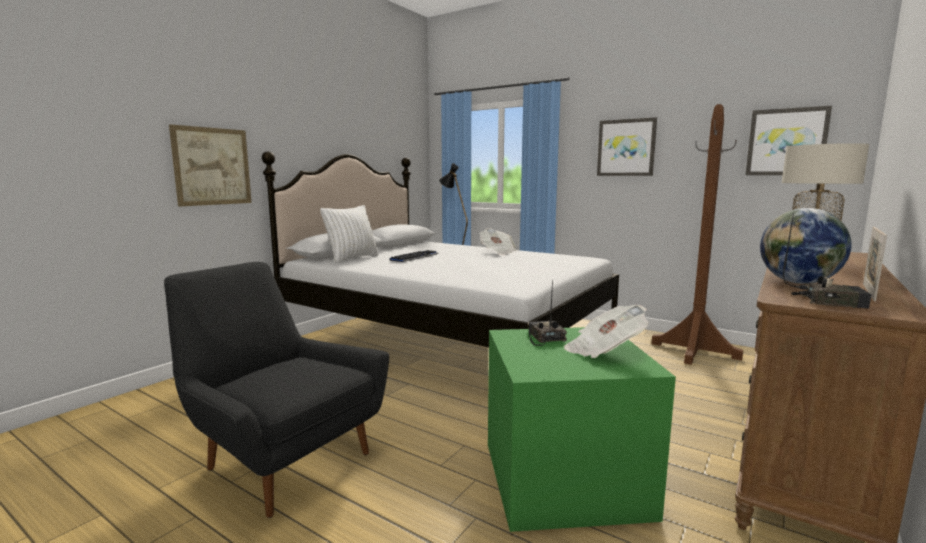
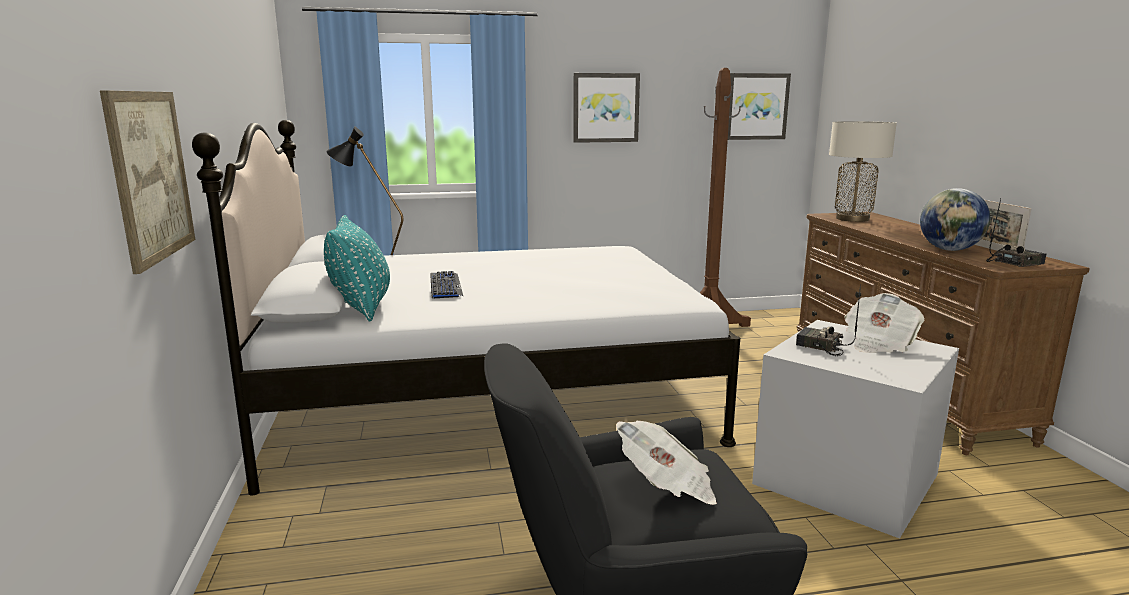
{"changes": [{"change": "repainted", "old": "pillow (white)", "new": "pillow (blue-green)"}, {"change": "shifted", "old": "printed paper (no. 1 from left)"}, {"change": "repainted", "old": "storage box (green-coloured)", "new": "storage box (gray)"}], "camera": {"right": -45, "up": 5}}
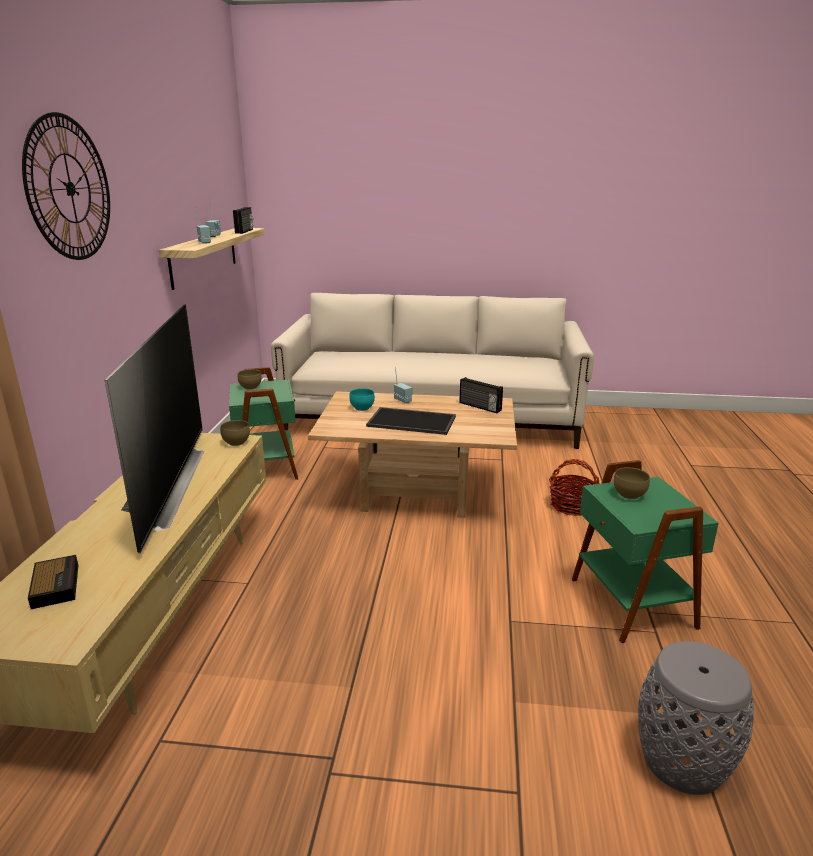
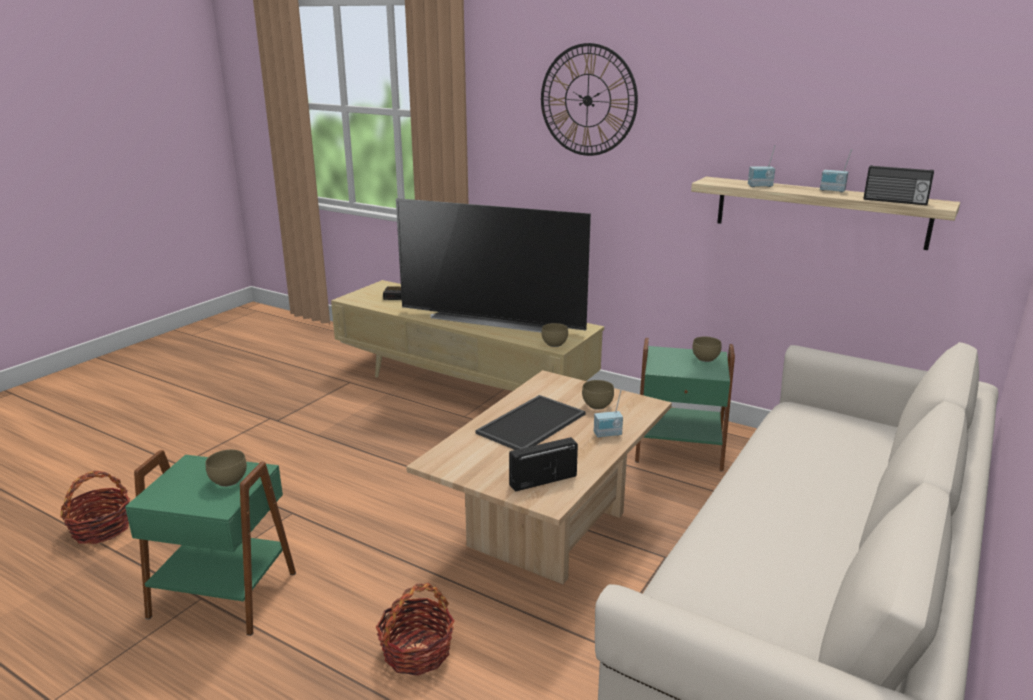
{"changes": [{"change": "swapped", "old": "stool (gray)", "new": "household basket (no. 1 from left)"}, {"change": "repainted", "old": "deep dish (blue-green)", "new": "deep dish (brownish) (no. 3 from left)"}], "camera": {"right": 115, "up": 0}}
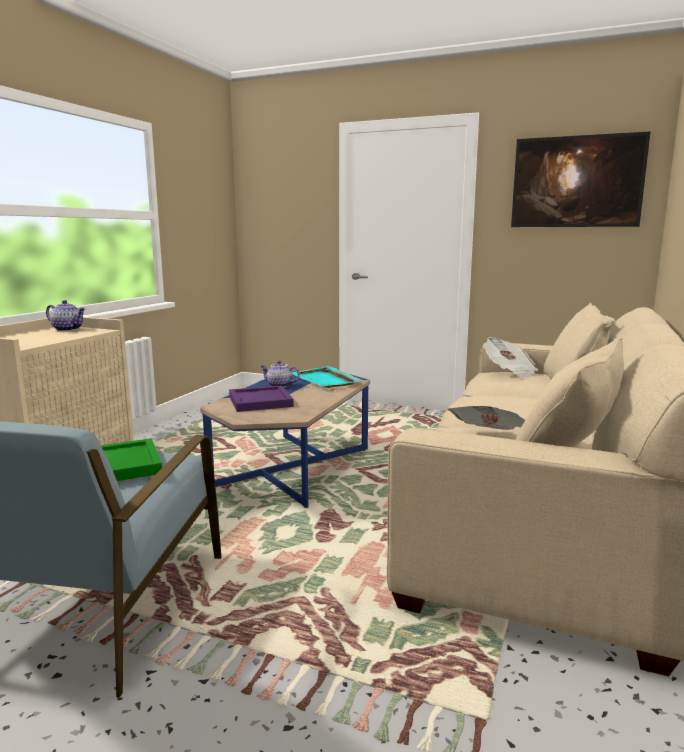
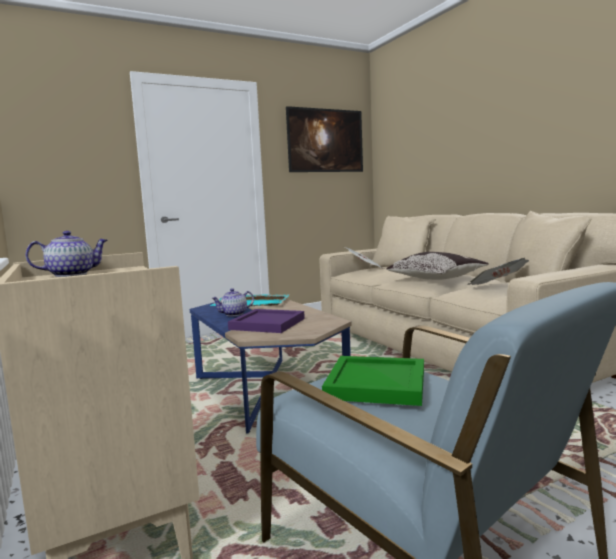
{"changes": [{"change": "new", "new": "pillow"}], "camera": {"right": -50, "up": -5}}
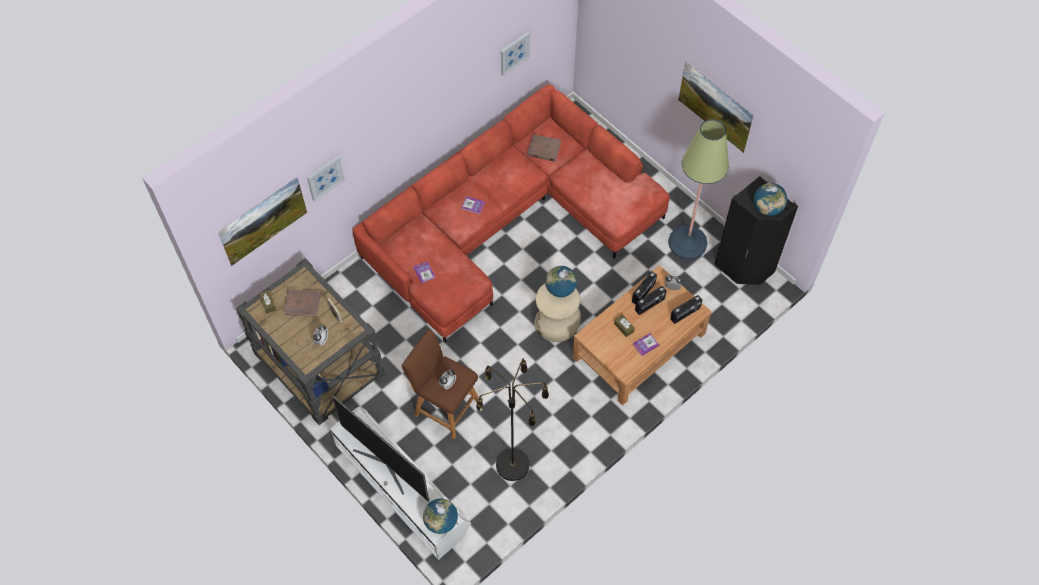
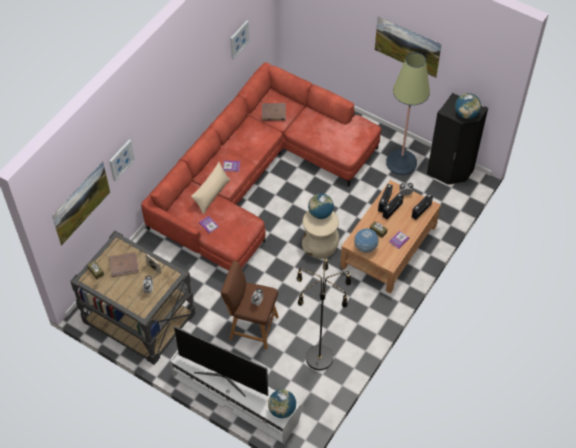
{"changes": [{"change": "new", "new": "pillow (beige-coloured)"}, {"change": "new", "new": "desk globe (no. 3 from left)"}], "camera": {"right": -15, "up": -5}}
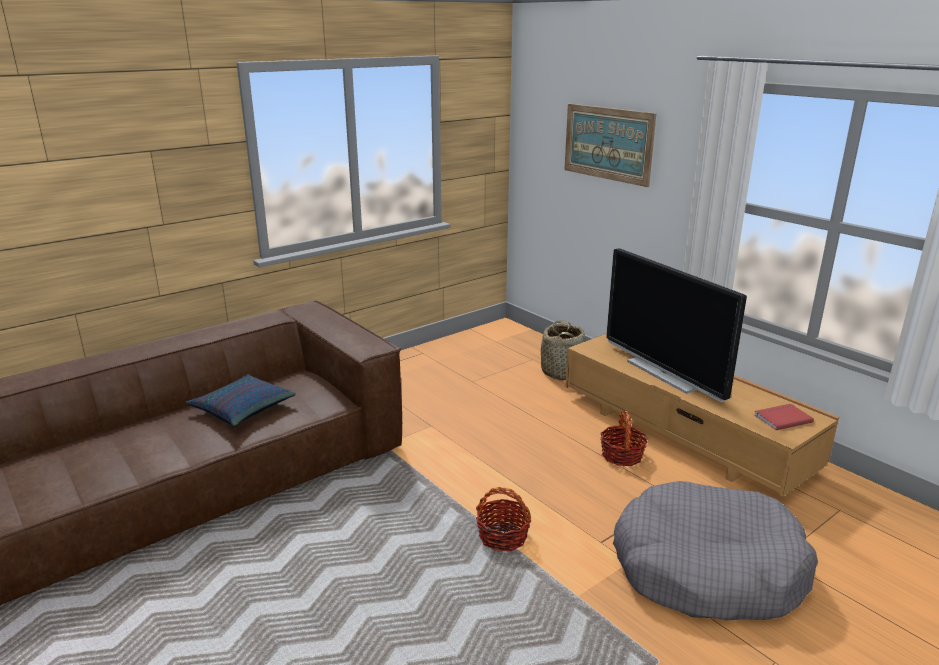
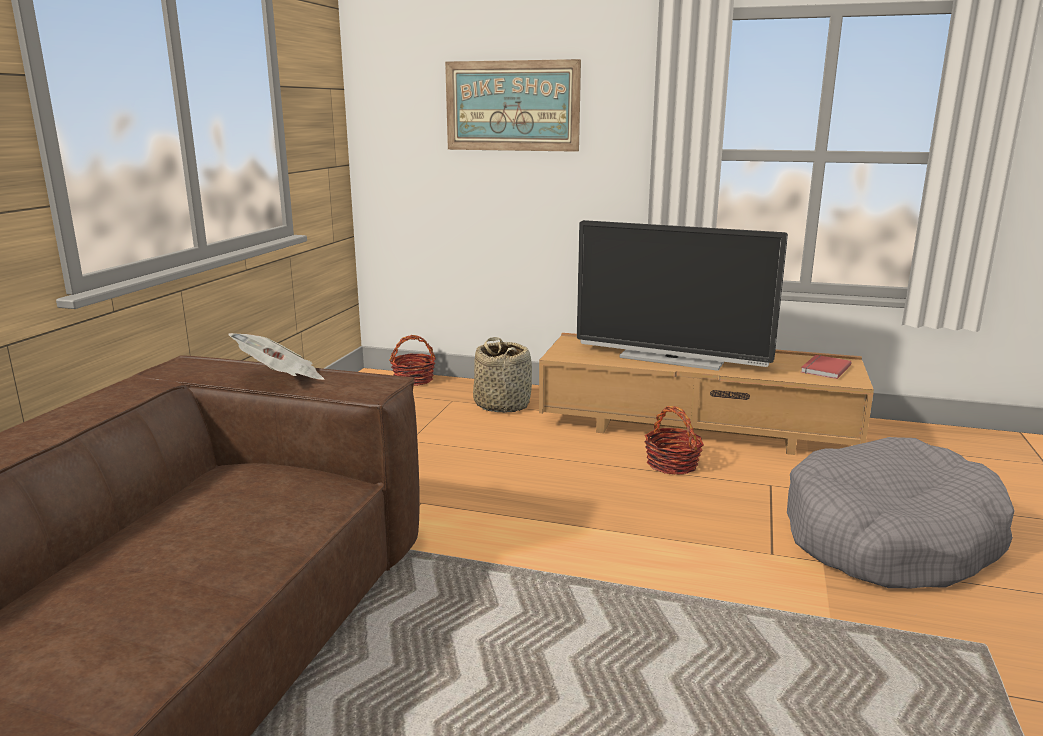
{"changes": [{"change": "new", "new": "printed paper"}, {"change": "shifted", "old": "household basket (no. 1 from left)"}, {"change": "gone", "old": "pillow (blue)"}], "camera": {"right": -35, "up": -5}}
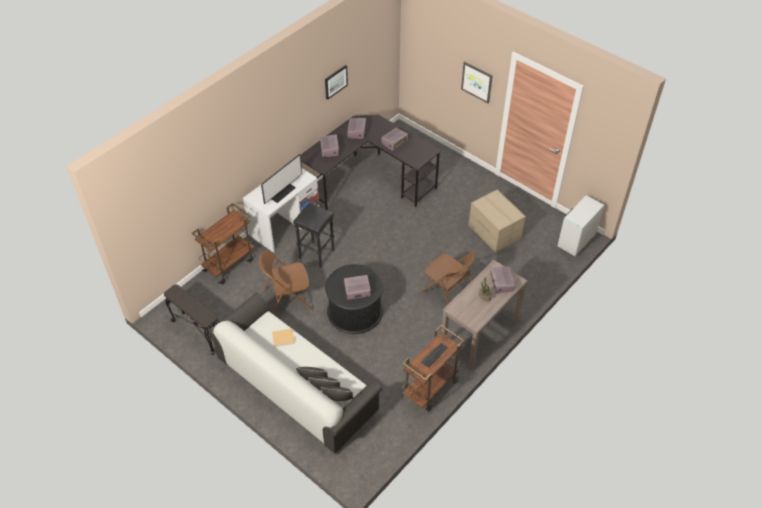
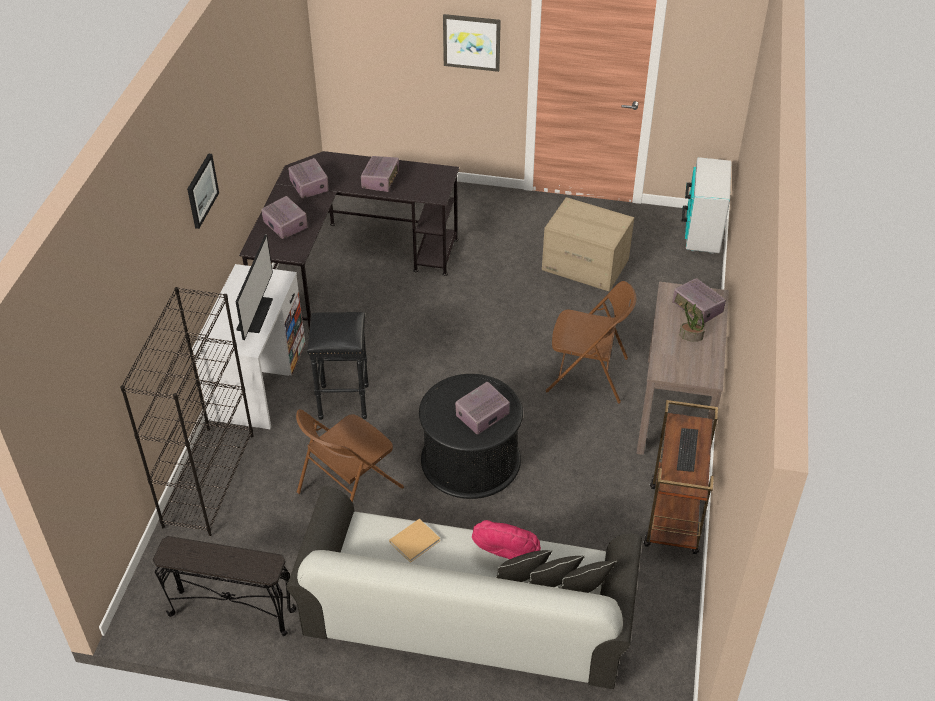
{"changes": [{"change": "swapped", "old": "cart (brownish) (no. 1 from left)", "new": "shelving unit (blackish)"}, {"change": "shifted", "old": "picture (no. 1 from left)"}, {"change": "new", "new": "pillow (pinkish)"}], "camera": {"right": -30, "up": -5}}
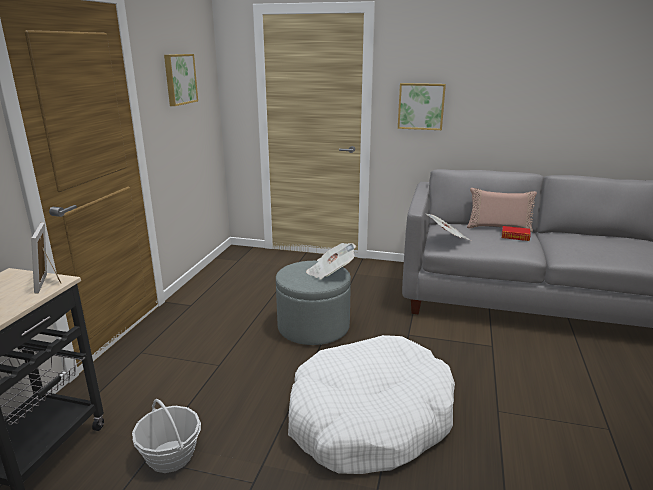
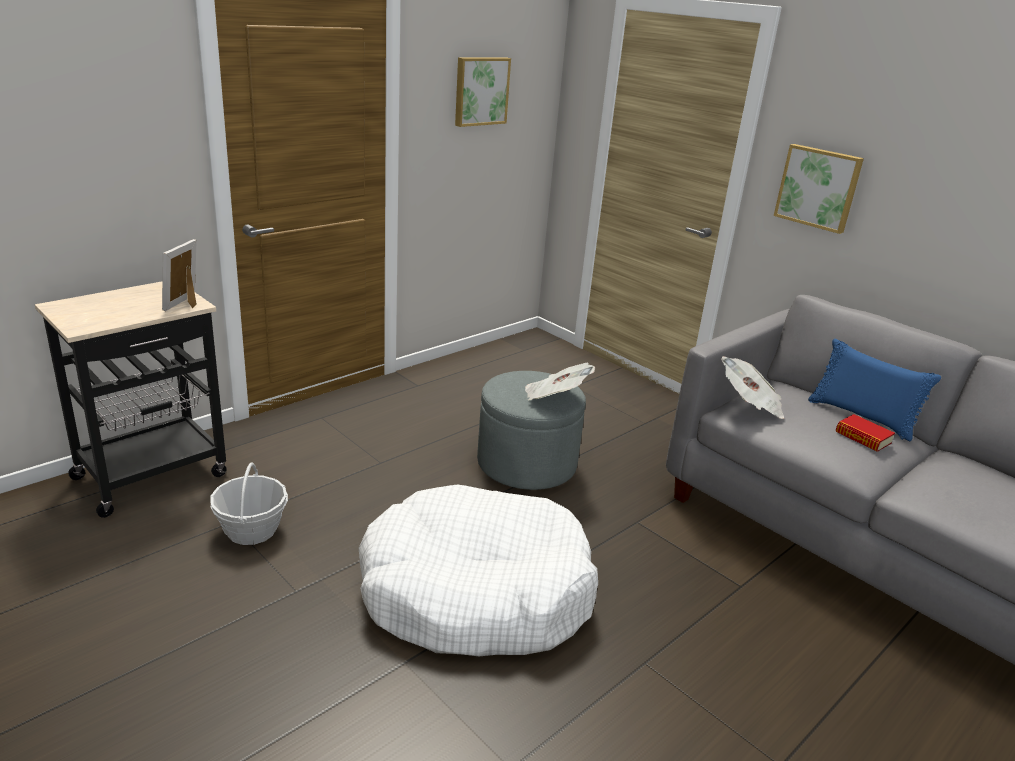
{"changes": [{"change": "repainted", "old": "pillow (beige-coloured)", "new": "pillow (blue)"}], "camera": {"right": 30, "up": 5}}
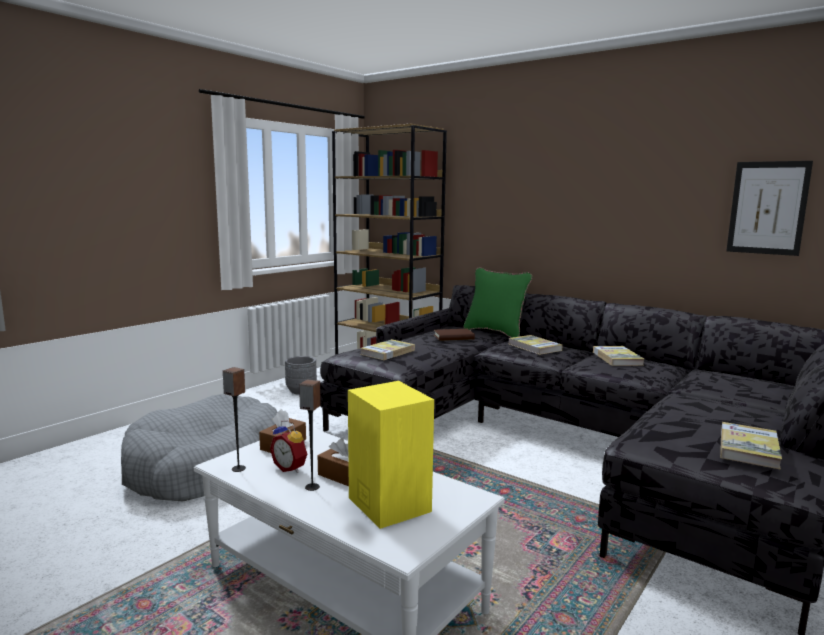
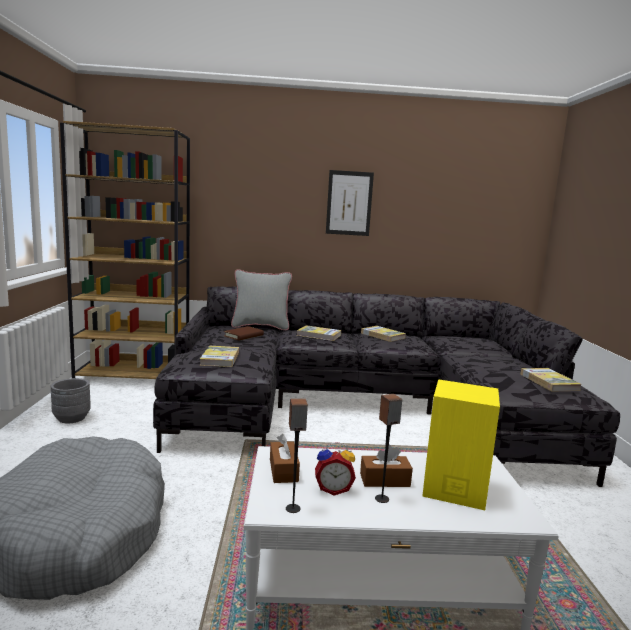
{"changes": [{"change": "repainted", "old": "pillow (green-coloured)", "new": "pillow (gray)"}, {"change": "shifted", "old": "picture"}], "camera": {"right": -40, "up": 0}}
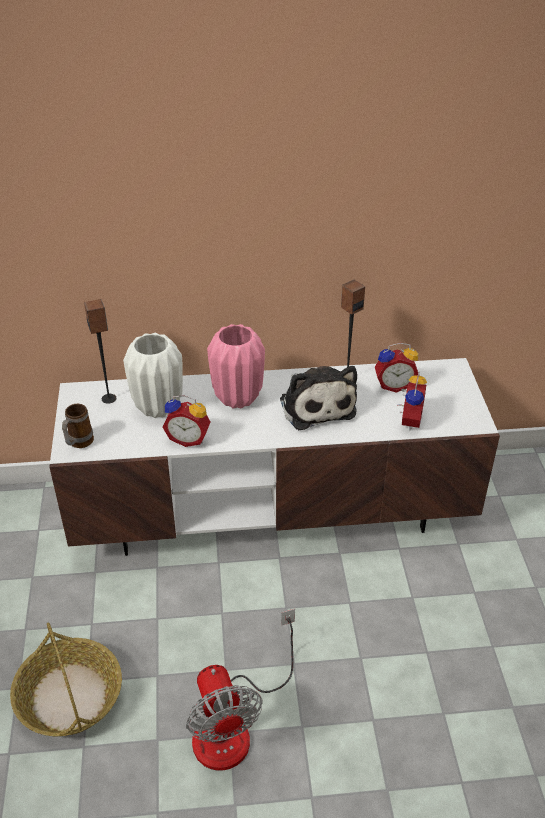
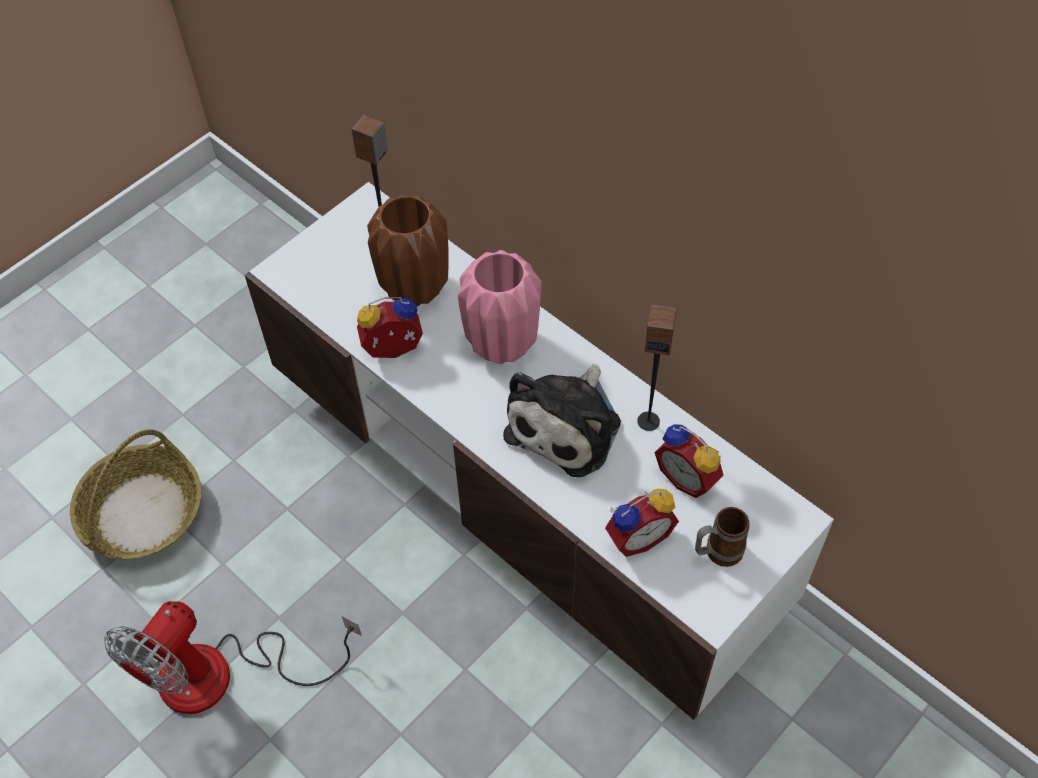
{"changes": [{"change": "rotated", "old": "bedside clock (no. 1 from left)", "degrees": 105}, {"change": "repainted", "old": "decorative vase (white)", "new": "decorative vase (brownish)"}, {"change": "shifted", "old": "tea mug"}], "camera": {"right": 50, "up": 15}}
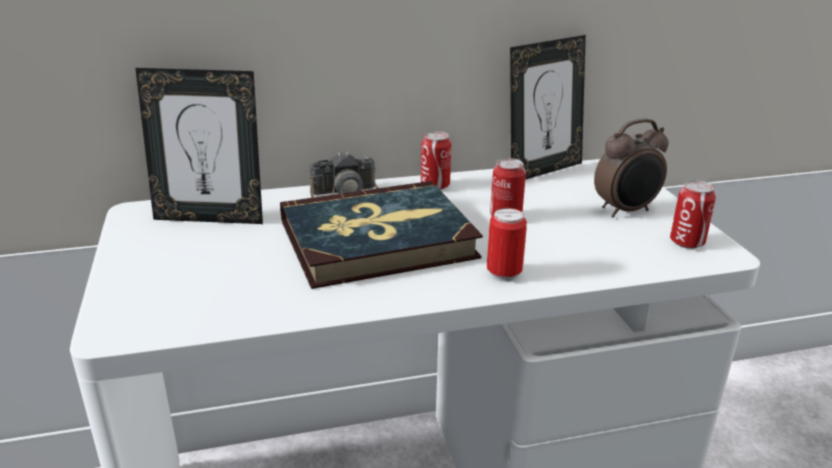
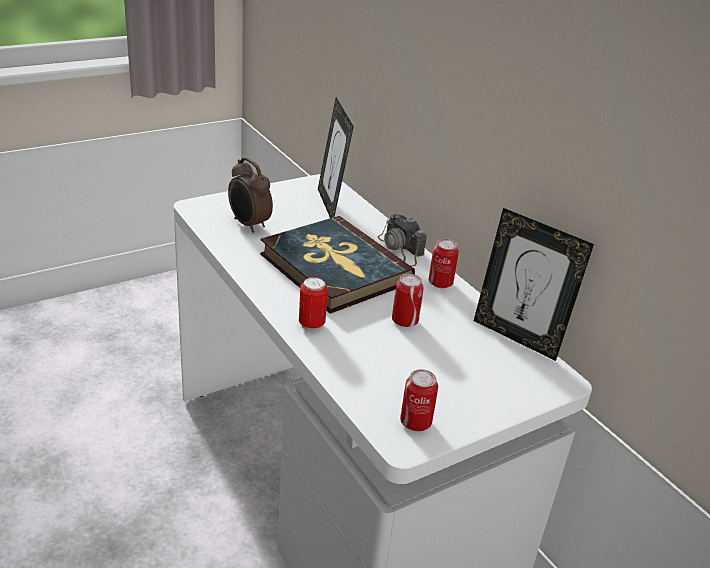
{"changes": [{"change": "shifted", "old": "bedside clock"}], "camera": {"right": 70, "up": 5}}
